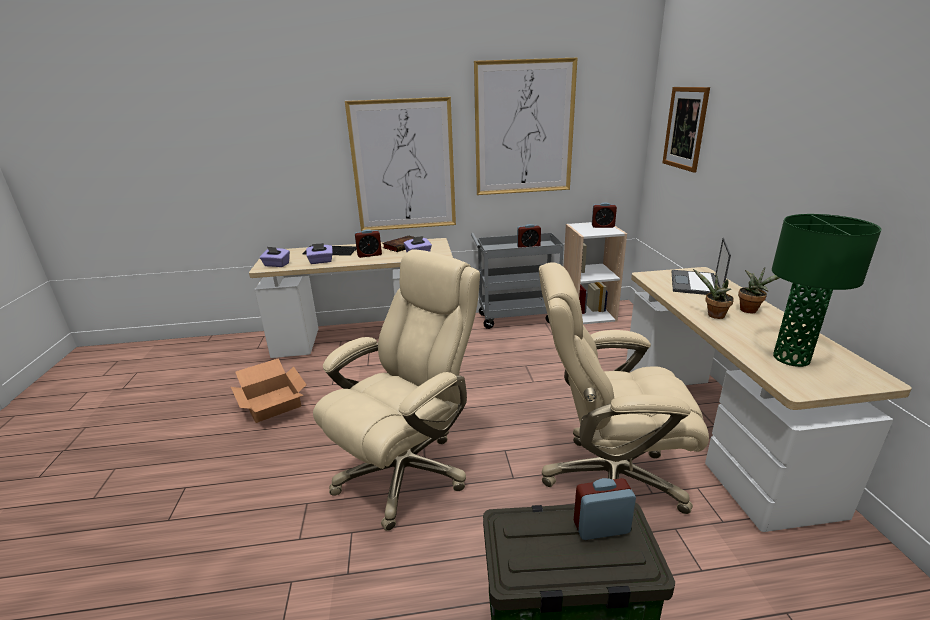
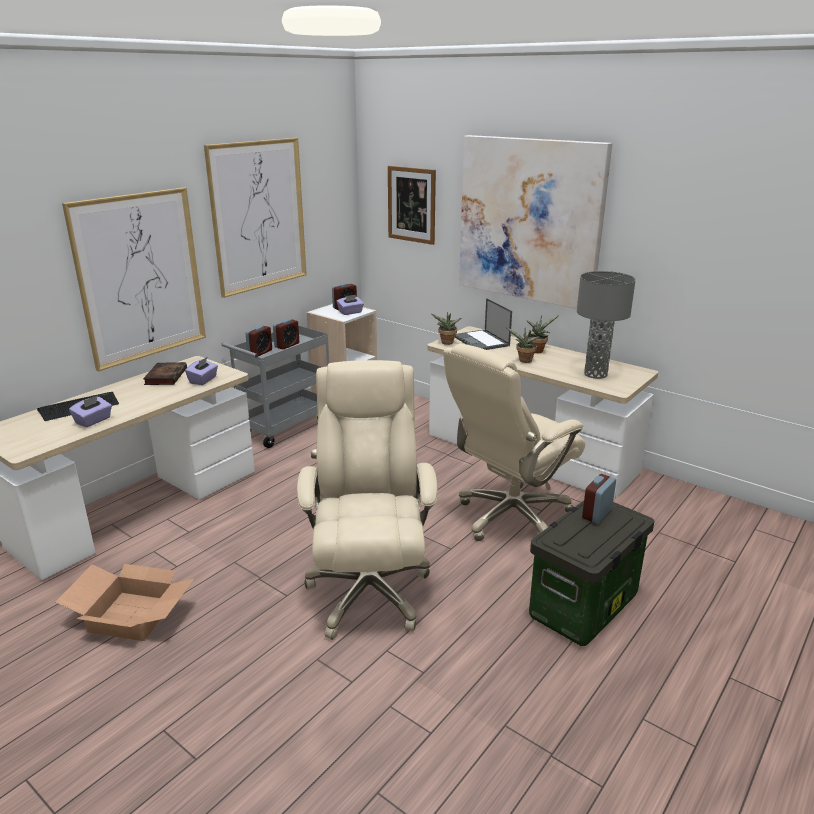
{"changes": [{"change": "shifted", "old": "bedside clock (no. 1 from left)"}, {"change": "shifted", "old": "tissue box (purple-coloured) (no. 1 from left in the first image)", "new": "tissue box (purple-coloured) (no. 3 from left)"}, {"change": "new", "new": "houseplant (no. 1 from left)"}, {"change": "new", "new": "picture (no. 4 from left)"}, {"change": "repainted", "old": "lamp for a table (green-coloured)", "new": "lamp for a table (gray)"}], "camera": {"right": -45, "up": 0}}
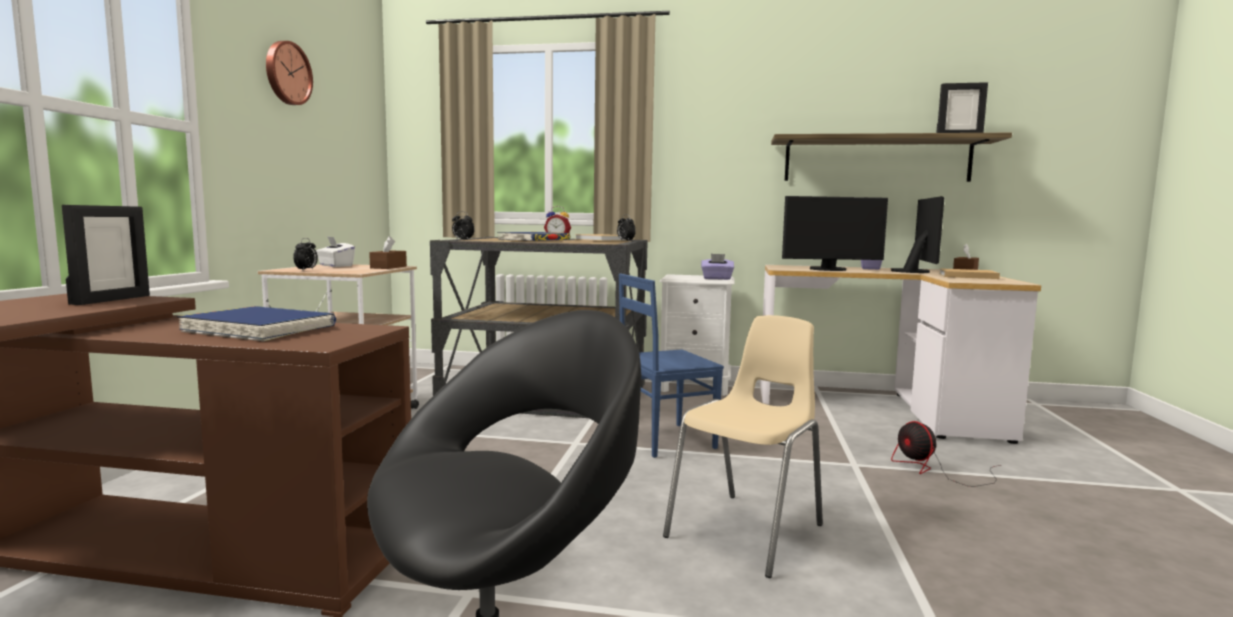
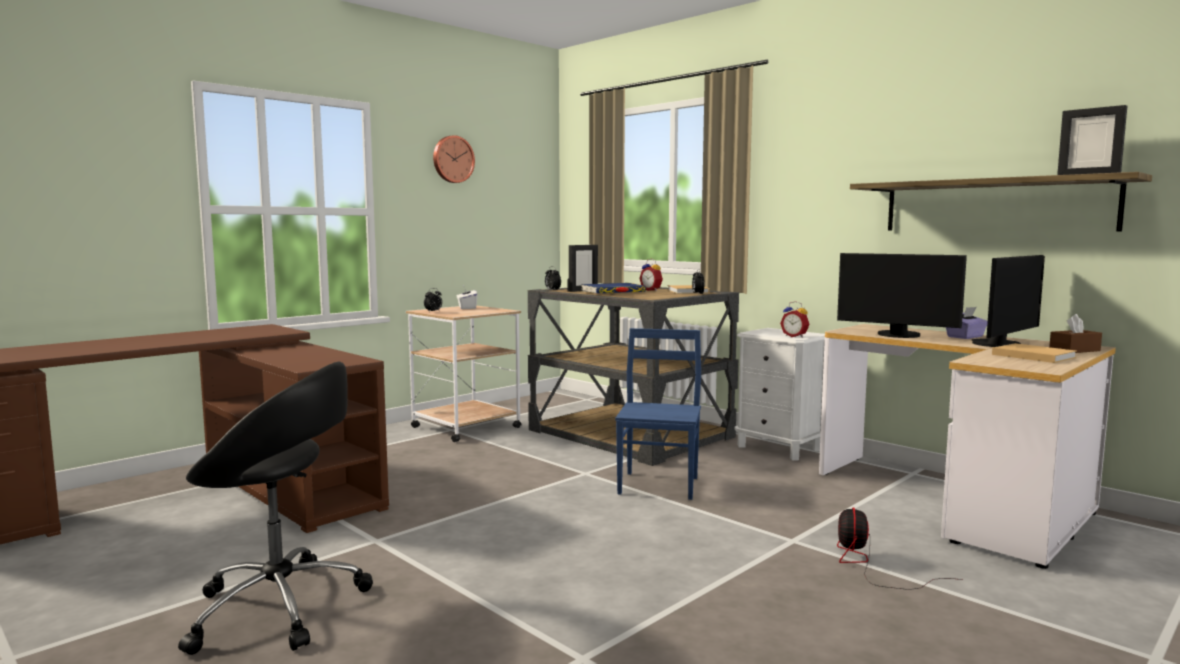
{"changes": [{"change": "shifted", "old": "photo frame (no. 1 from left)"}, {"change": "rotated", "old": "upright chair (blue)", "degrees": 90}, {"change": "swapped", "old": "tissue box (purple-coloured) (no. 1 from left)", "new": "bedside clock (no. 5 from left)"}, {"change": "gone", "old": "book (blue) (no. 1 from left)"}, {"change": "gone", "old": "tissue box (brownish) (no. 1 from left)"}, {"change": "gone", "old": "upright chair (beige-coloured)"}], "camera": {"right": 35, "up": 0}}
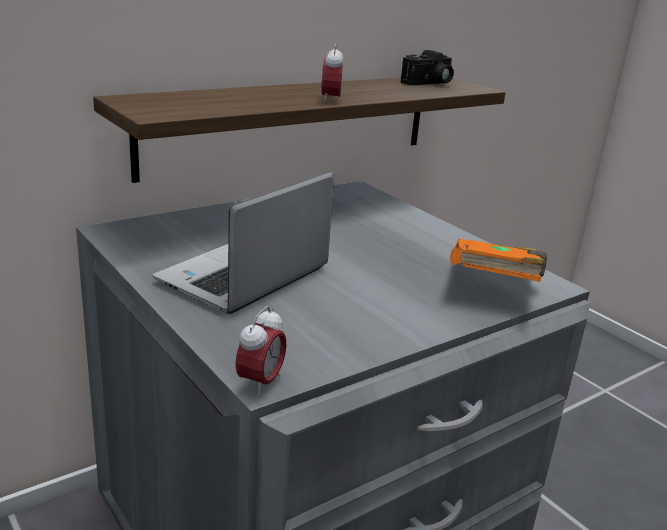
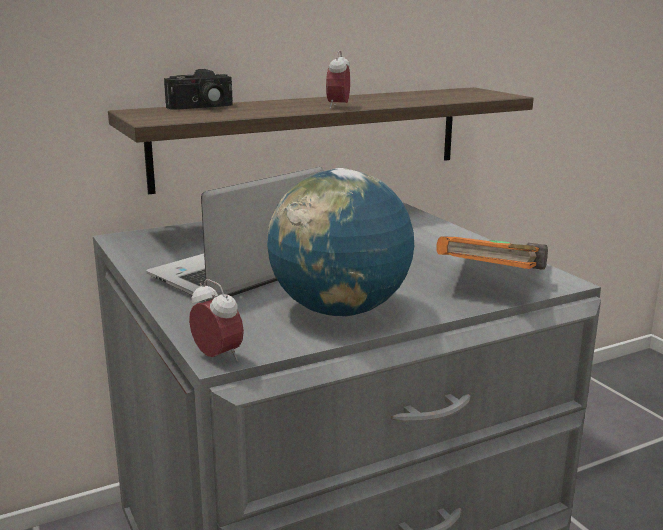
{"changes": [{"change": "shifted", "old": "still camera"}, {"change": "rotated", "old": "bedside clock (no. 1 from left)", "degrees": -75}, {"change": "new", "new": "desk globe"}], "camera": {"right": 10, "up": -5}}
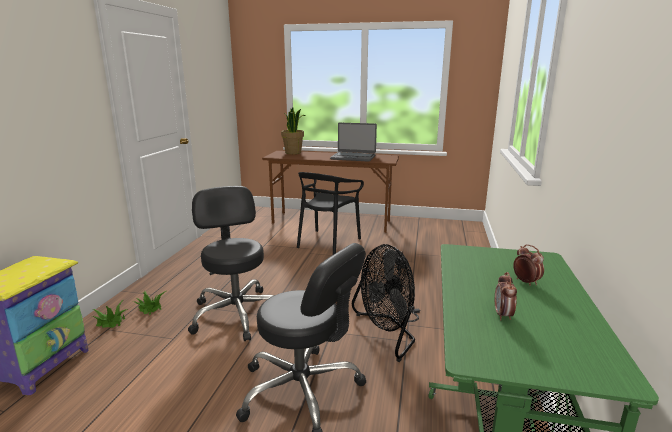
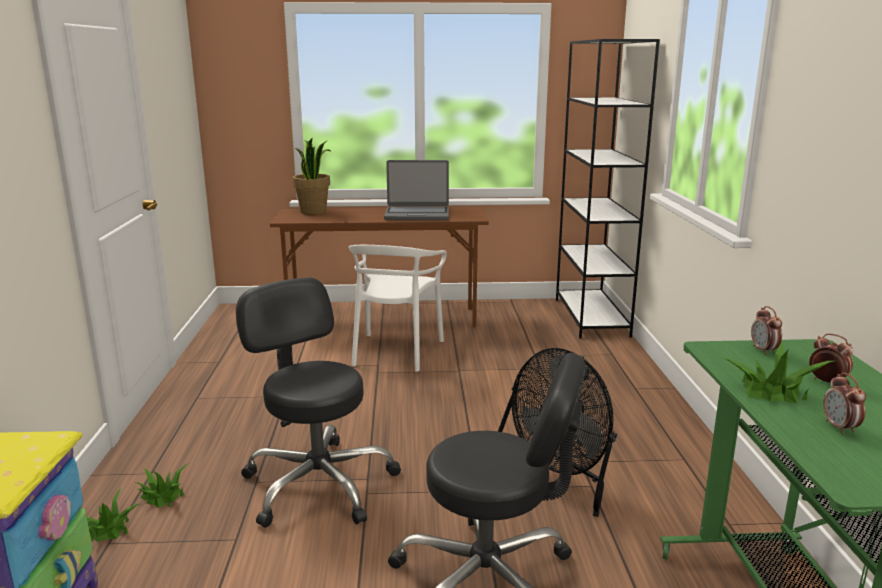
{"changes": [{"change": "repainted", "old": "upright chair (blackish)", "new": "upright chair (white)"}, {"change": "new", "new": "shelving unit (white)"}, {"change": "new", "new": "houseplant (no. 4 from left)"}, {"change": "new", "new": "bedside clock (no. 1 from left)"}], "camera": {"right": -15, "up": 0}}
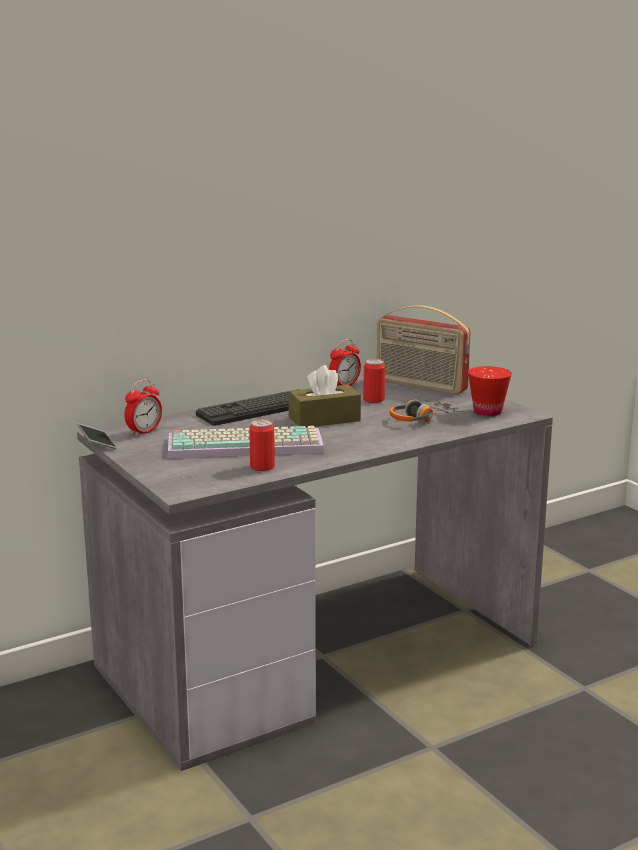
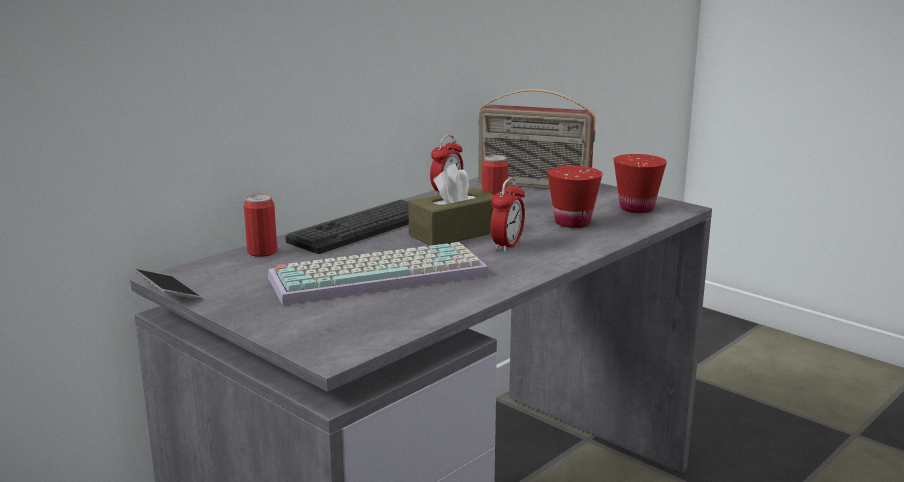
{"changes": [{"change": "shifted", "old": "sealed can (no. 1 from left)"}, {"change": "shifted", "old": "bedside clock (no. 1 from left in the first image)", "new": "bedside clock (no. 2 from left)"}, {"change": "swapped", "old": "headphones", "new": "cup (red) (no. 1 from left)"}], "camera": {"right": -15, "up": 0}}
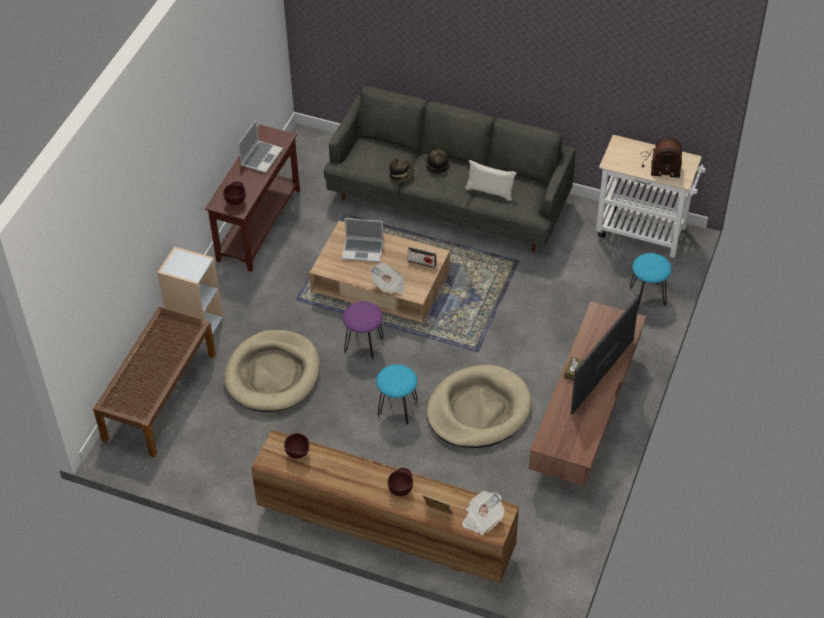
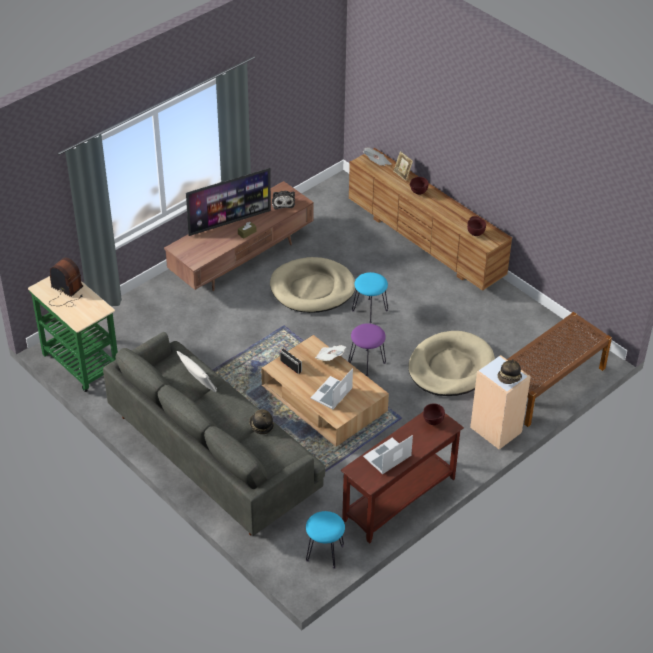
{"changes": [{"change": "repainted", "old": "cart (white)", "new": "cart (green-coloured)"}, {"change": "new", "new": "cuddly toy"}, {"change": "shifted", "old": "stool (blue-green) (no. 2 from left in the first image)", "new": "stool (blue-green) (no. 1 from left)"}, {"change": "rotated", "old": "portable computer (no. 2 from left in the first image)", "degrees": -90}, {"change": "shifted", "old": "hat (no. 2 from left)"}], "camera": {"right": -155, "up": -5}}
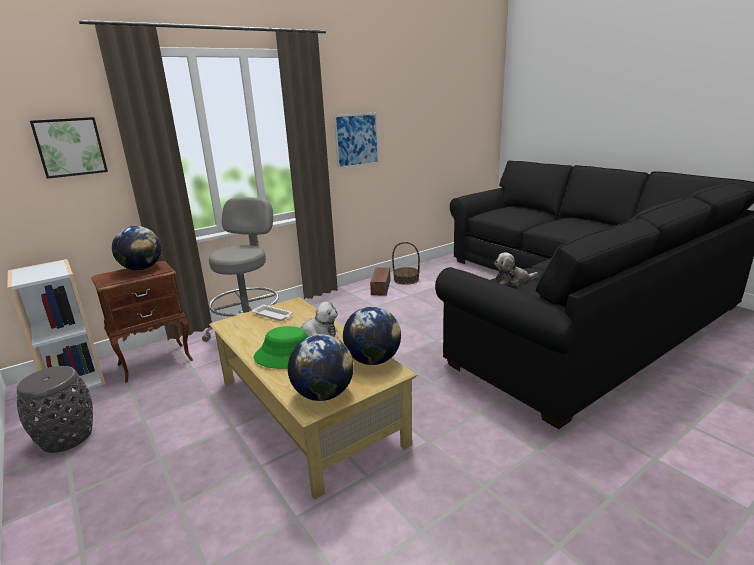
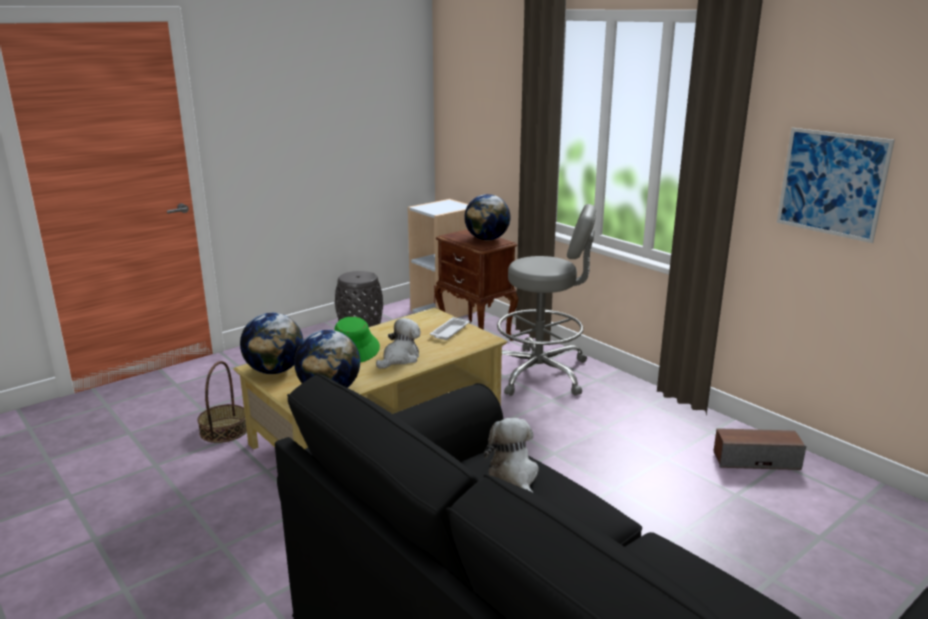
{"changes": [{"change": "shifted", "old": "household basket"}, {"change": "rotated", "old": "cuddly toy (no. 1 from left)", "degrees": -150}, {"change": "gone", "old": "picture (no. 1 from left)"}], "camera": {"right": 85, "up": 0}}
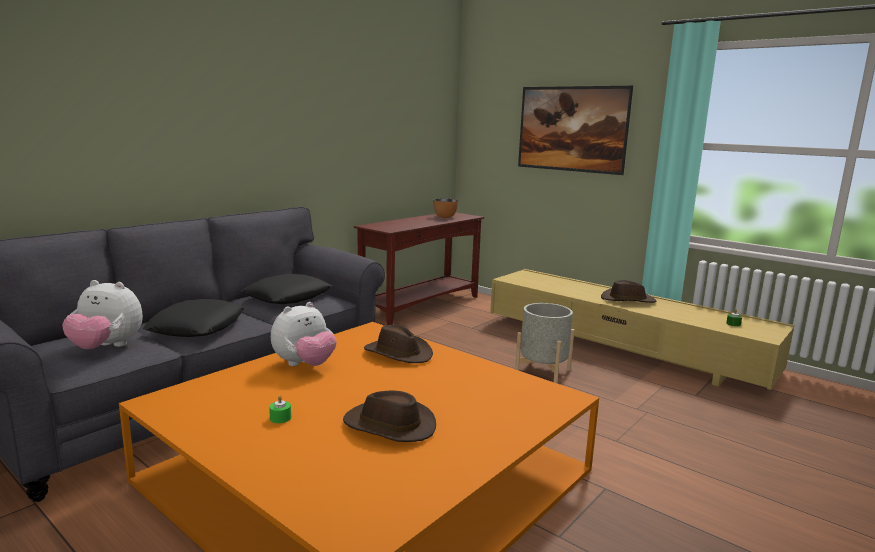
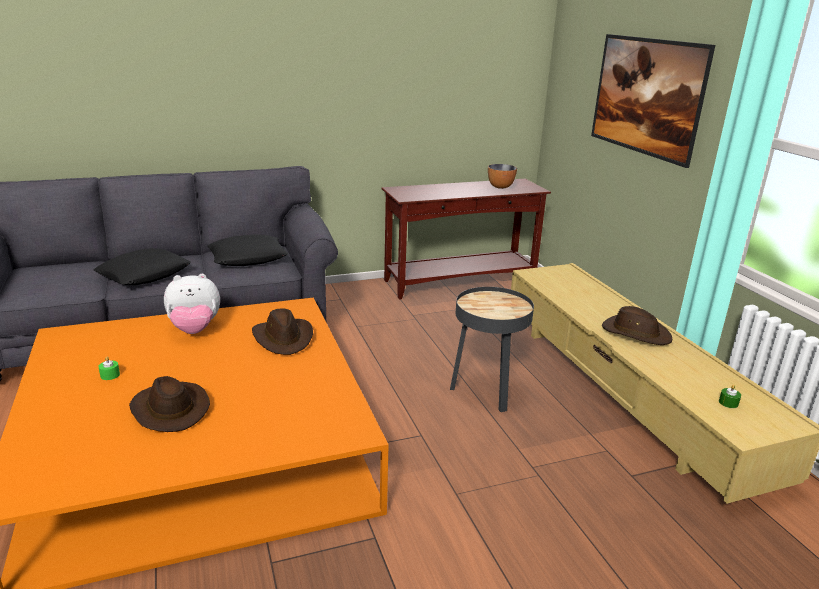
{"changes": [{"change": "swapped", "old": "planter (gray)", "new": "side table (blackish)"}, {"change": "gone", "old": "cuddly toy (no. 1 from left)"}], "camera": {"right": 30, "up": 10}}
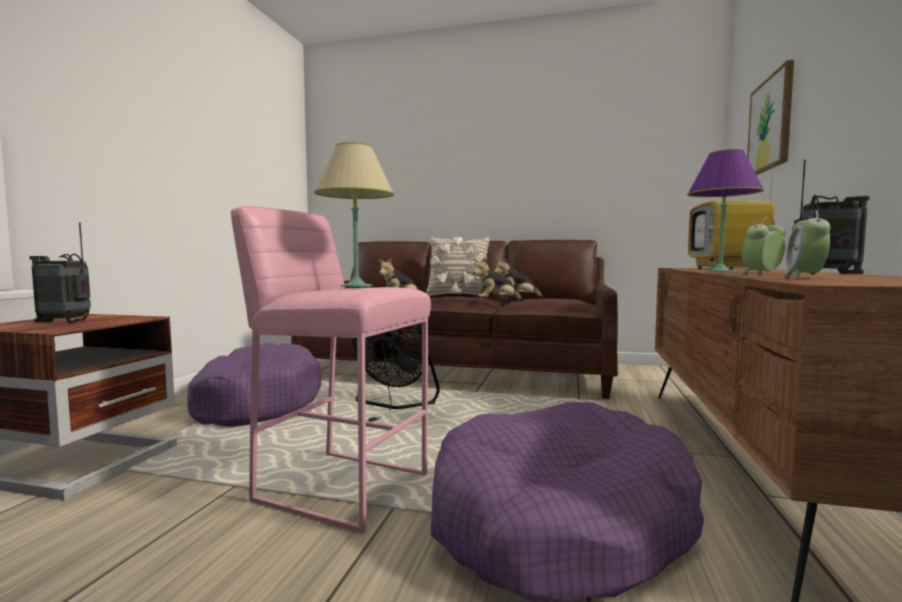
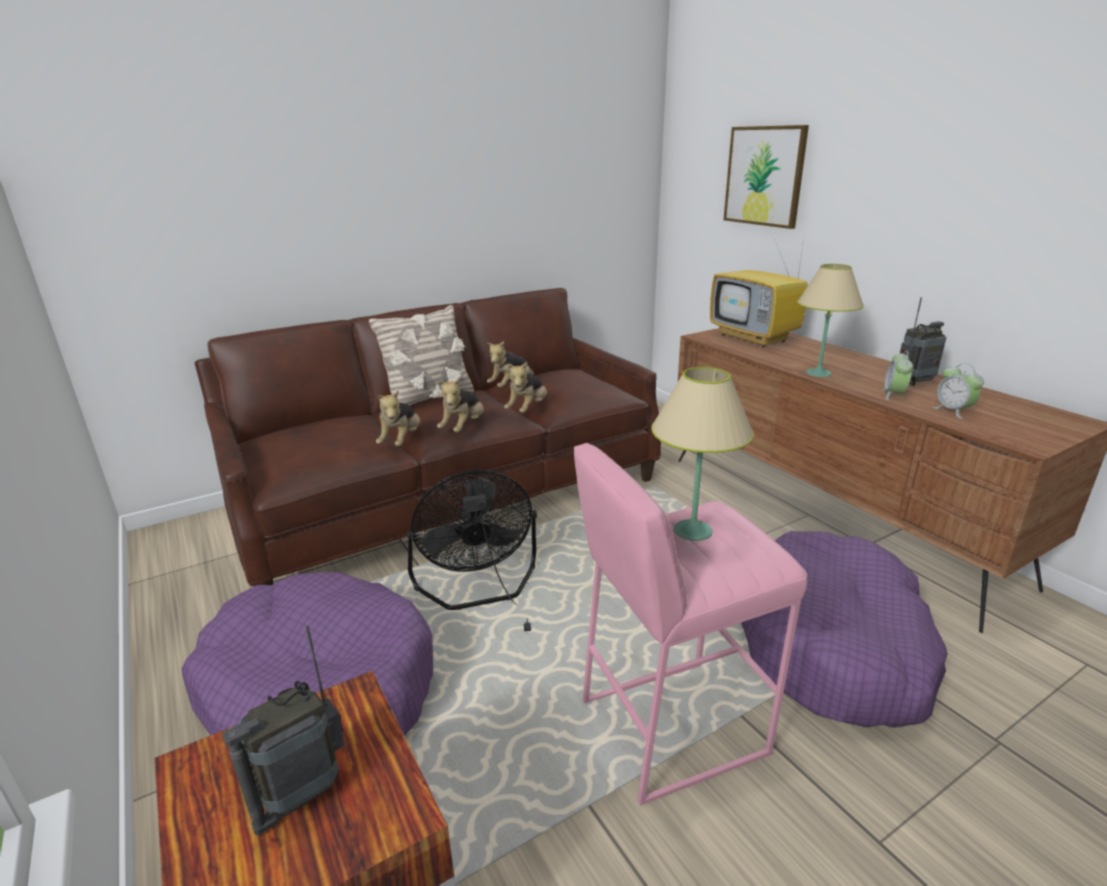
{"changes": [{"change": "new", "new": "cuddly toy (no. 2 from left)"}, {"change": "repainted", "old": "lamp for a table (purple-coloured)", "new": "lamp for a table (beige-coloured) (no. 2 from left)"}], "camera": {"right": -45, "up": 20}}
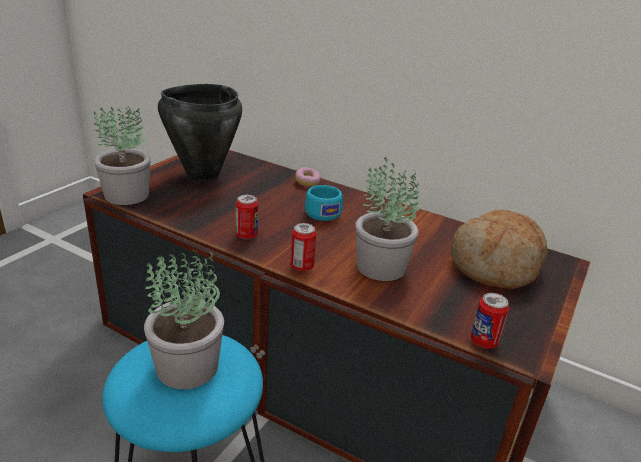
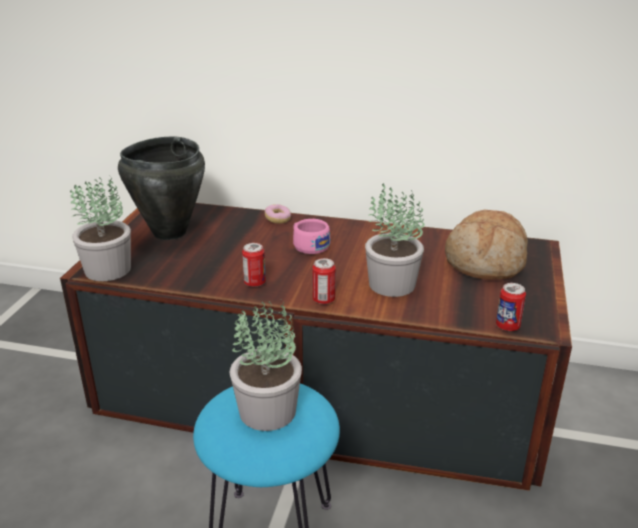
{"changes": [{"change": "repainted", "old": "cup (blue-green)", "new": "cup (pinkish)"}], "camera": {"right": -15, "up": 0}}
